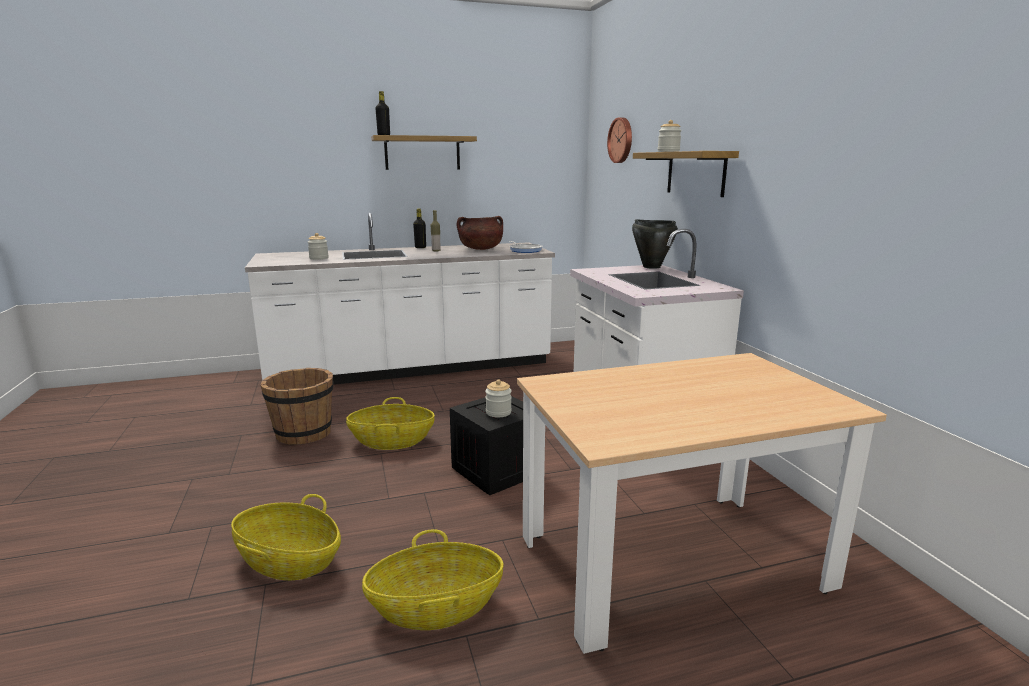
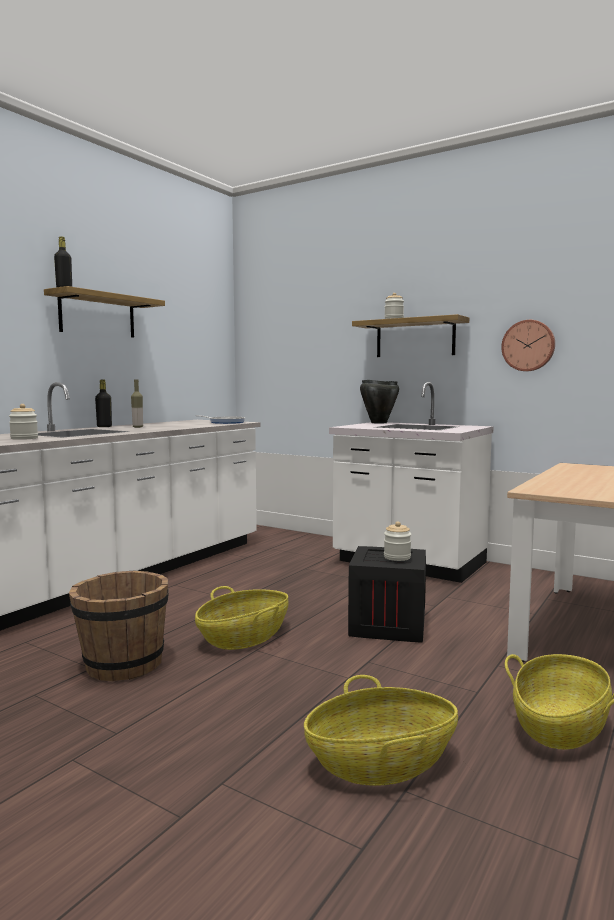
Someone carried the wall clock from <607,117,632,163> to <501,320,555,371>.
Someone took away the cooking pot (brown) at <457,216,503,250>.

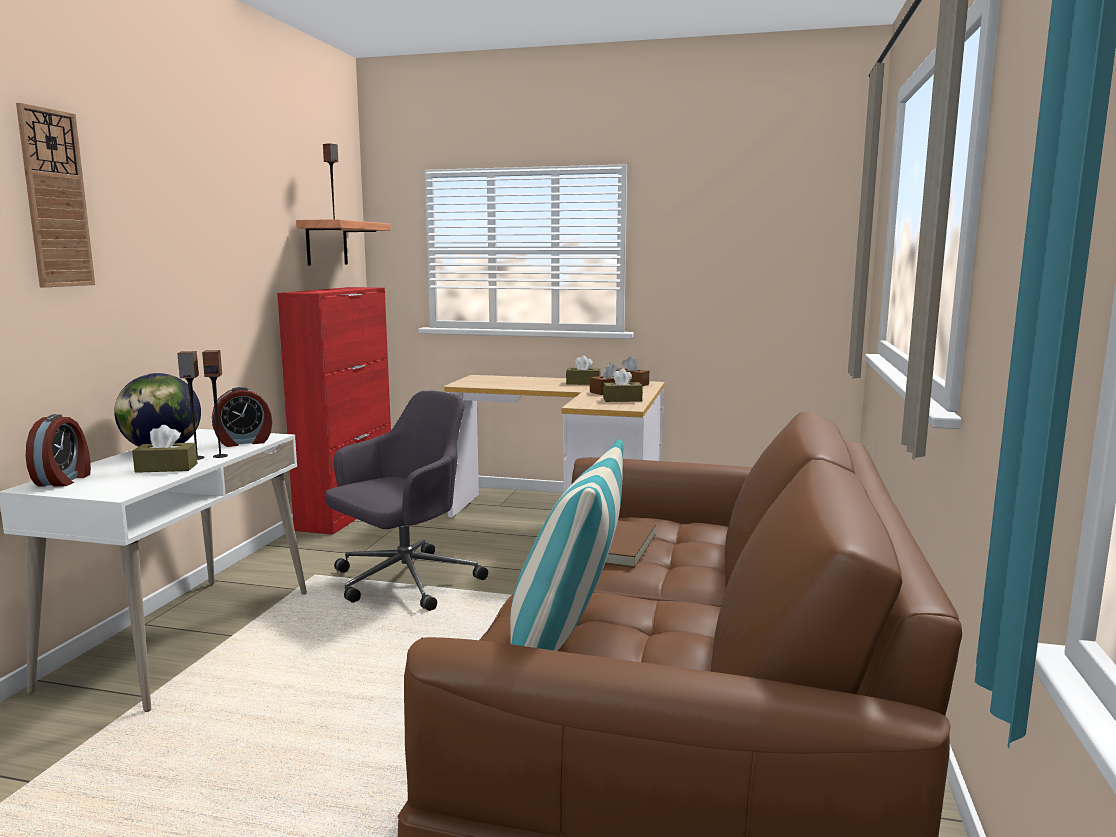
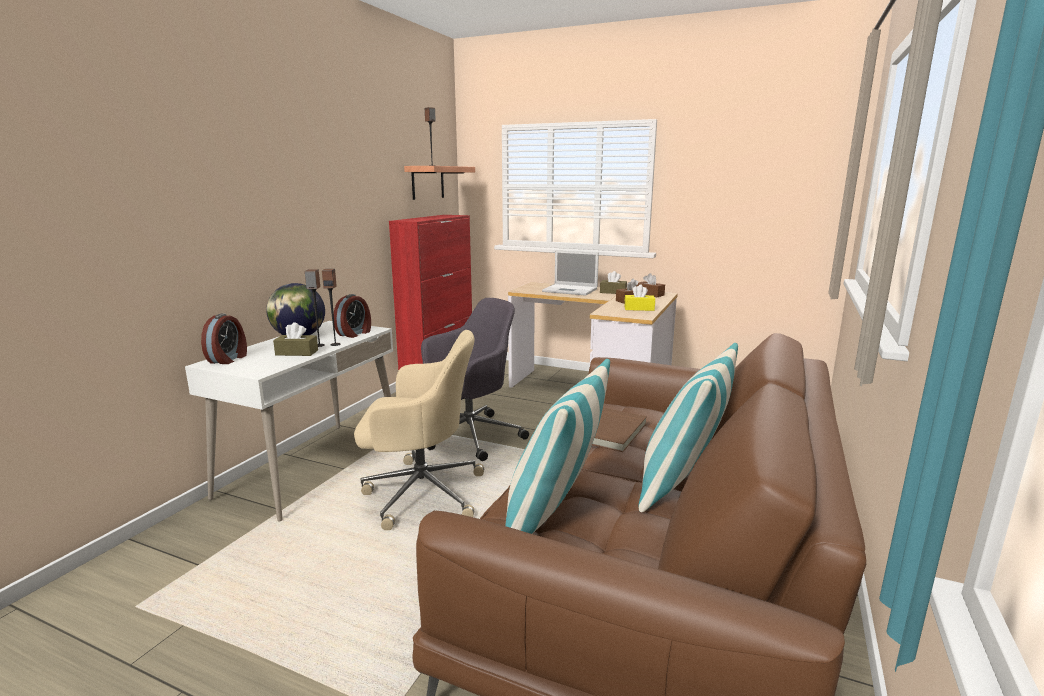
Someone took away the wall clock at <16,103,95,287>.
Someone repainted the tissue box (brown) at <603,368,643,402>, which became the tissue box (yellow) at <625,284,655,311>.
Someone rotated the alarm clock at <212,387,272,447> by 45 degrees counterclockwise.
Someone put down the laptop at <542,250,599,296>.
Someone put down the office chair (beige) at <354,330,484,530>.
Someone put down the pillow at <638,343,738,512>.

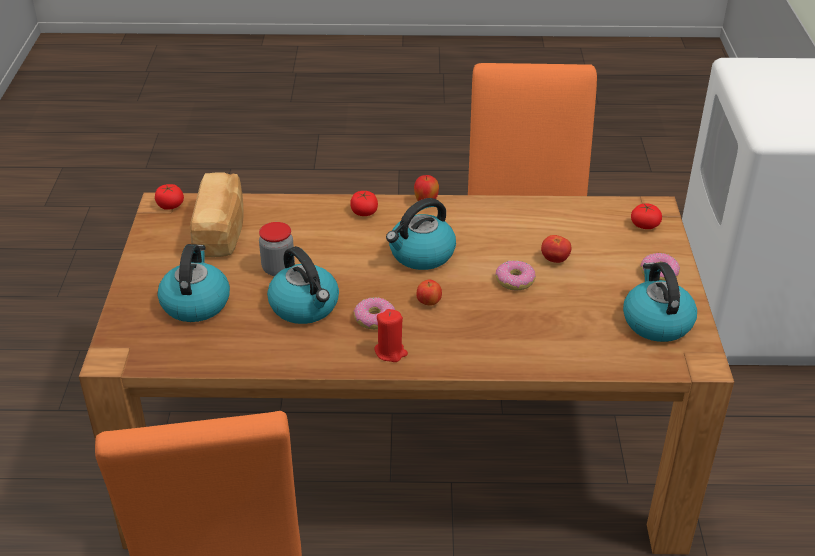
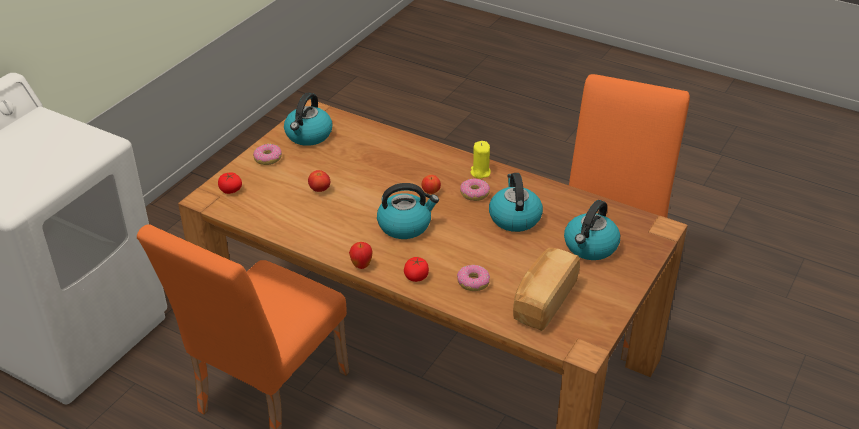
Someone took away the tomato at <155,184,184,210>.
Someone took away the jar at <259,222,295,276>.
Someone carried the donut from <495,261,536,290> to <457,265,490,291>.
Someone repainted the candle (red) at <374,309,408,362>, which became the candle (yellow) at <470,141,491,179>.

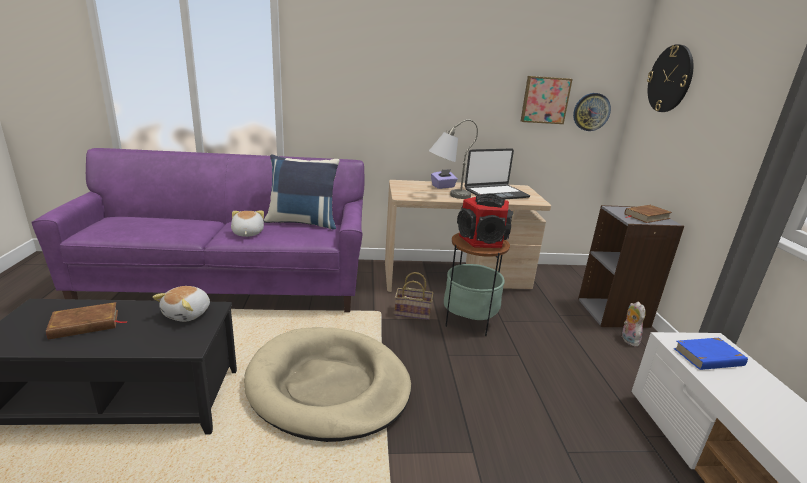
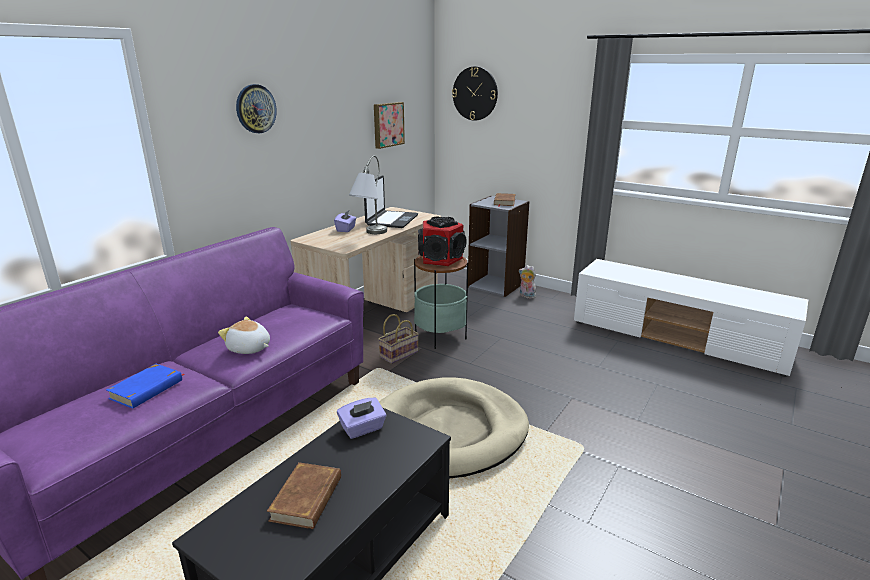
Someone carried the wall clock from <573,93,611,131> to <236,84,277,133>.
Someone took away the pillow (blue) at <264,154,340,230>.
Someone swapped the plush toy at <152,286,210,322> for the tissue box (purple) at <337,398,386,439>.
Someone carried the book (blue) from <674,338,748,370> to <106,364,185,409>.

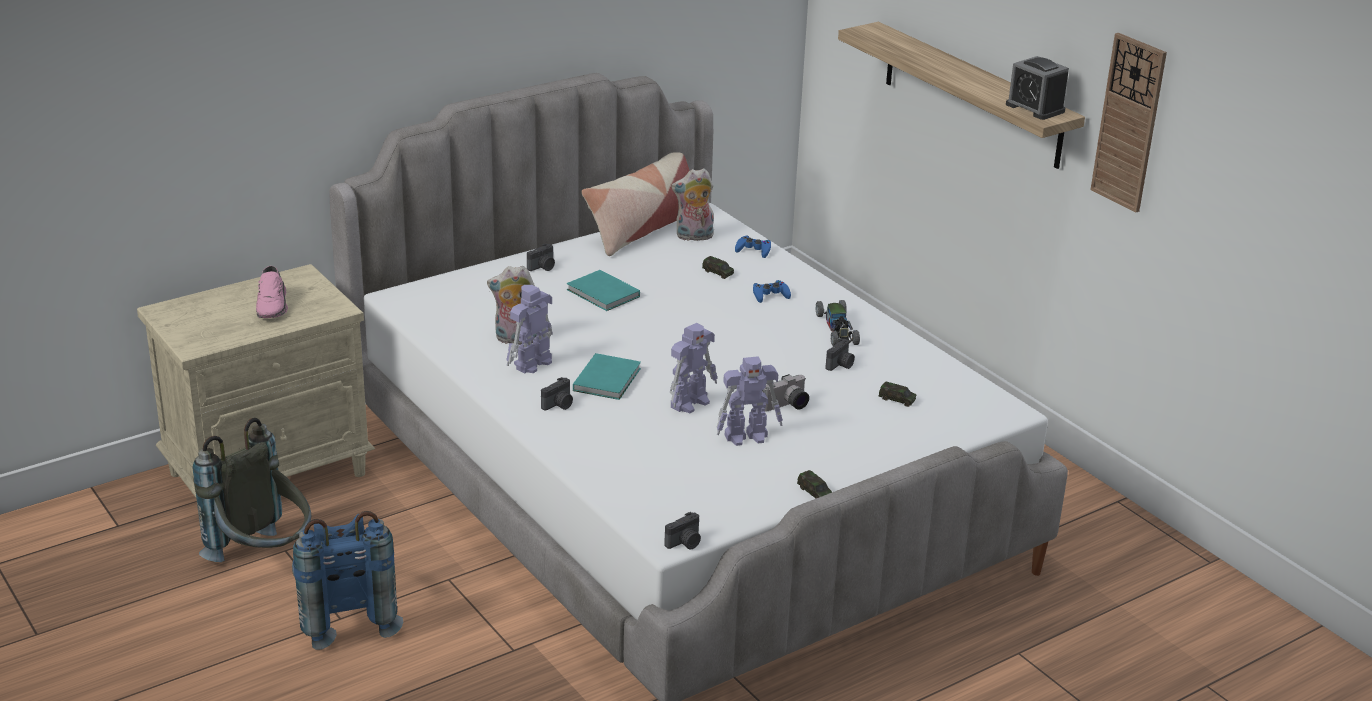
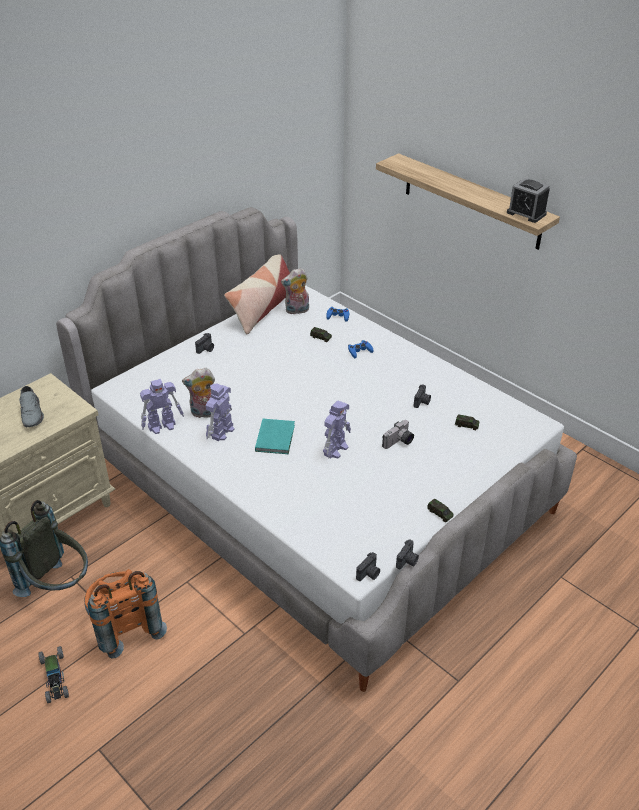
Someone took away the wall clock at <1090,33,1167,213>.
Someone repainted the shoe (pink) at <256,266,288,318>, which became the shoe (grey) at <19,386,44,427>.
Someone took away the book (turquoise) at <567,270,640,311>.
Someone carried the toy car from <815,300,860,346> to <38,646,69,703>.
Someone carried the toy robot from <717,356,783,446> to <140,379,184,434>.
Someone carried the photo camera from <541,377,573,411> to <396,540,419,569>.
Someone repainted the backpack (blue) at <292,511,404,650>, which became the backpack (orange) at <84,569,167,659>.

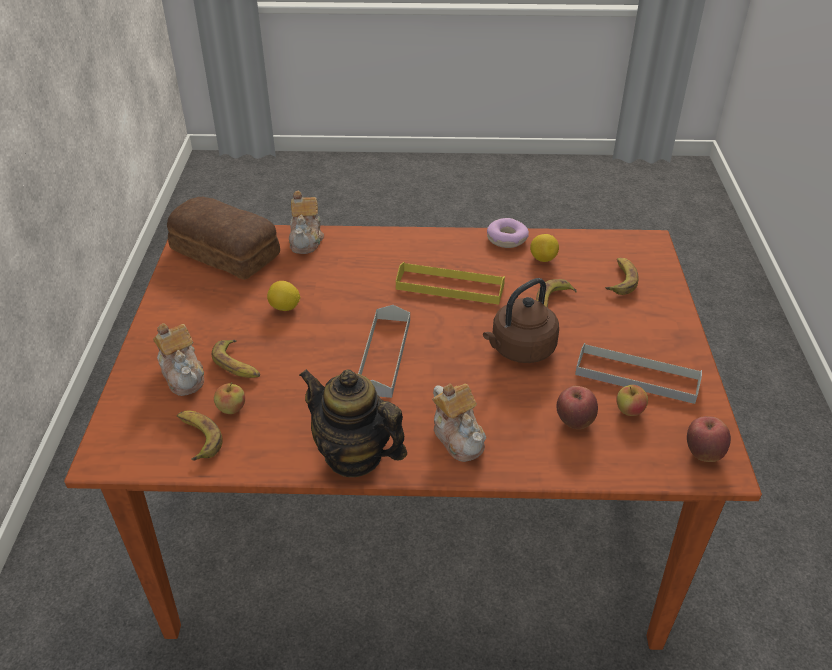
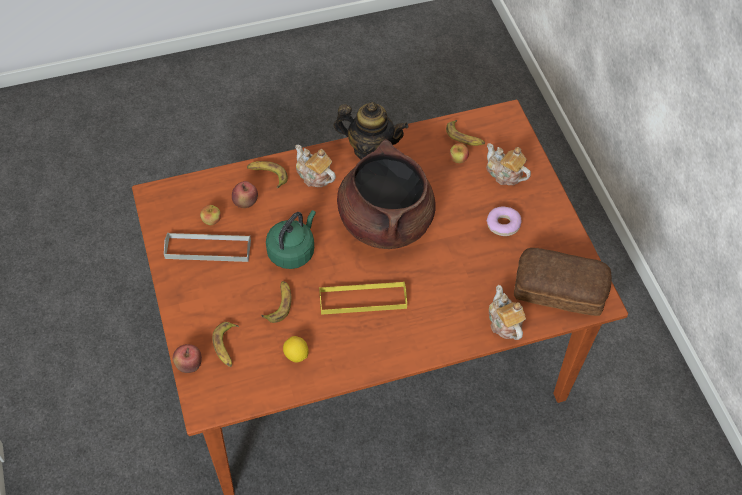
Someone carried the donut from <487,218,529,248> to <486,207,521,236>.
Someone repainted the kettle (brown) at <483,278,559,363>, which became the kettle (green) at <266,210,316,269>.
Someone took away the lemon at <267,281,301,311>.
Someone swapped the tray (grey) at <358,305,410,398> for the cooking pot (brown) at <337,139,436,249>.
Someone carried the banana from <212,340,260,378> to <247,161,288,188>.
Someone carried the apple from <687,416,731,462> to <173,344,202,373>.

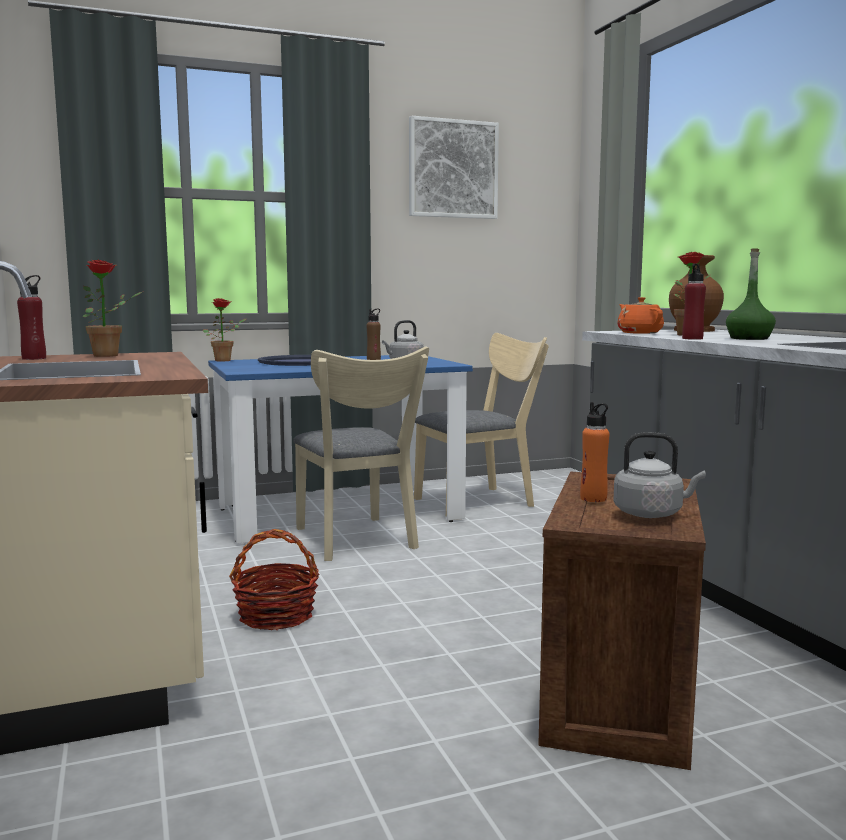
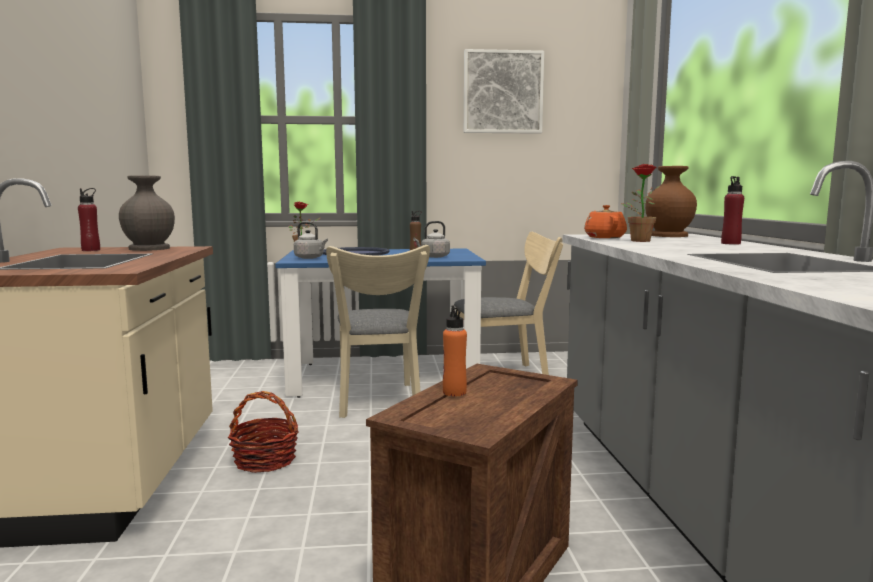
Someone took away the bottle (green) at <726,248,776,340>.
Someone swapped the potted plant at <82,260,142,357> for the vase (grey) at <119,175,175,251>.
Someone carried the bottle (red) from <682,264,706,340> to <721,176,744,245>.
Someone carried the kettle (grey) from <613,432,706,518> to <294,222,328,259>.

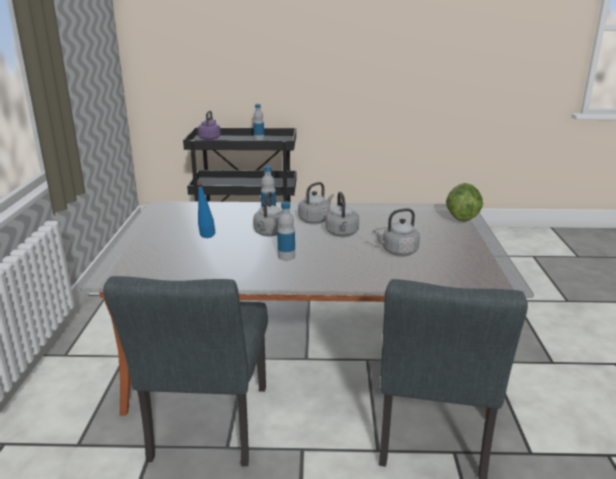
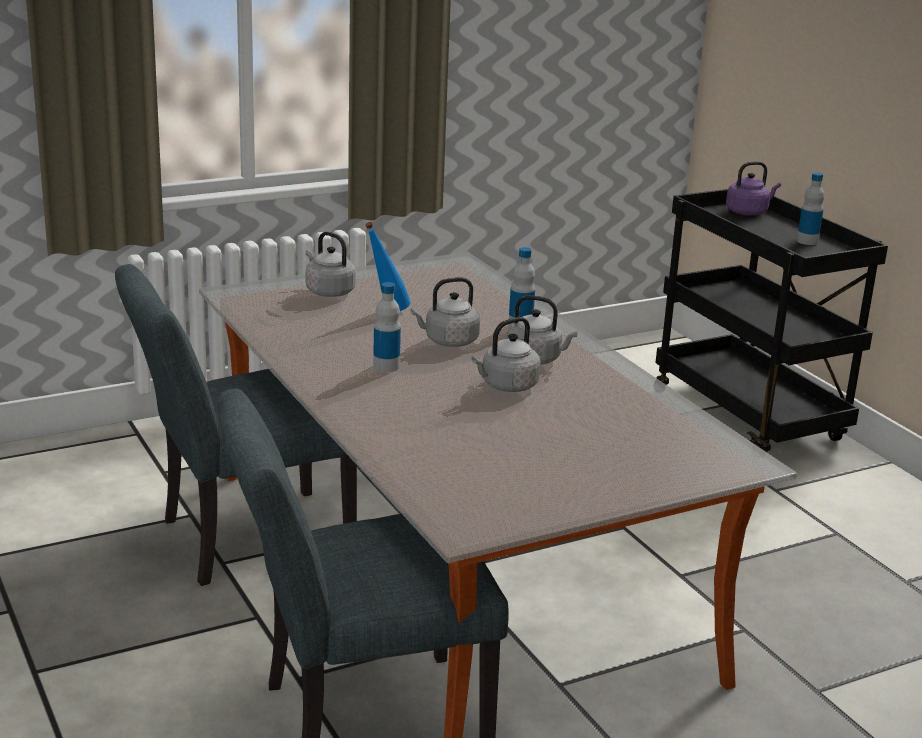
Someone took away the lettuce at <446,183,483,222>.
Someone carried the kettle (grey) from <374,208,420,256> to <306,232,356,297>.

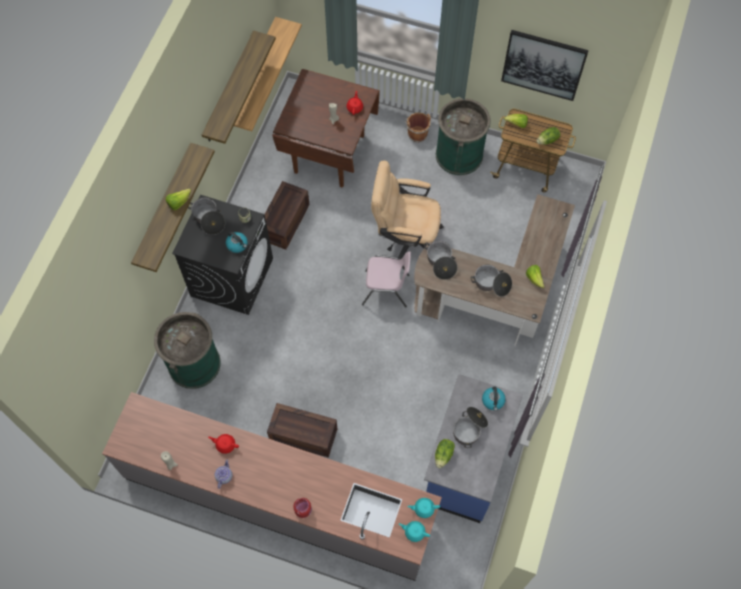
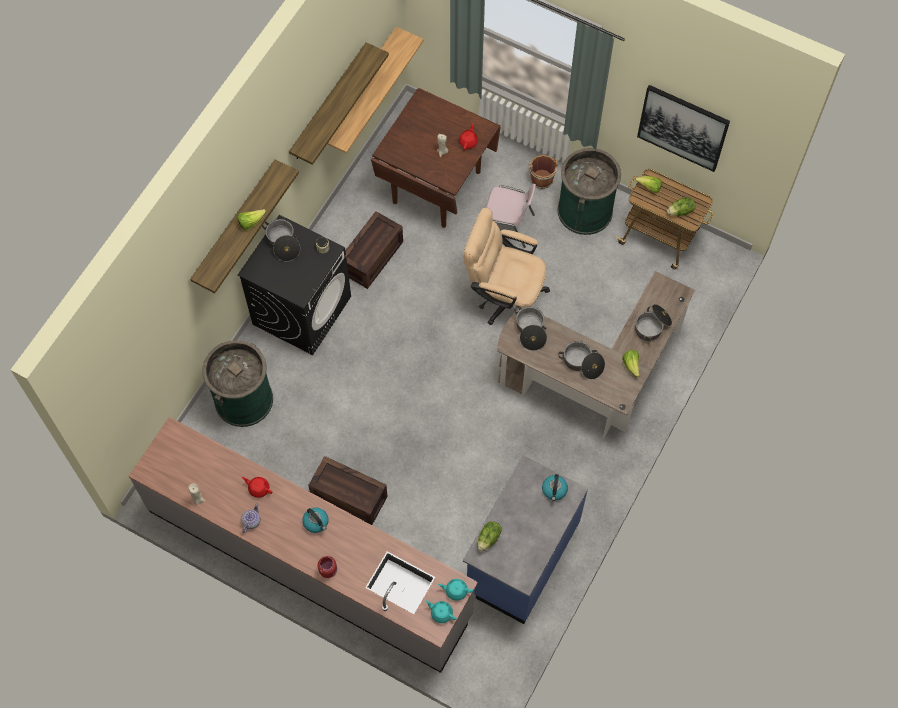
Someone carried the kettle from <226,232,248,253> to <302,507,328,533>.
Someone carried the chair (pink) from <362,251,411,307> to <486,184,536,248>.
Someone carried the cooking pot from <453,407,488,448> to <635,304,672,341>.

